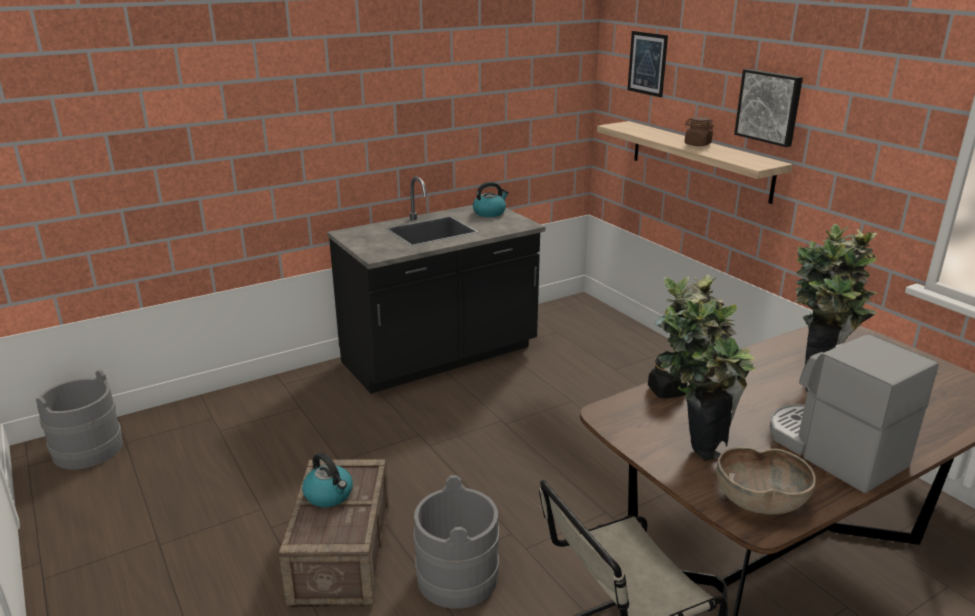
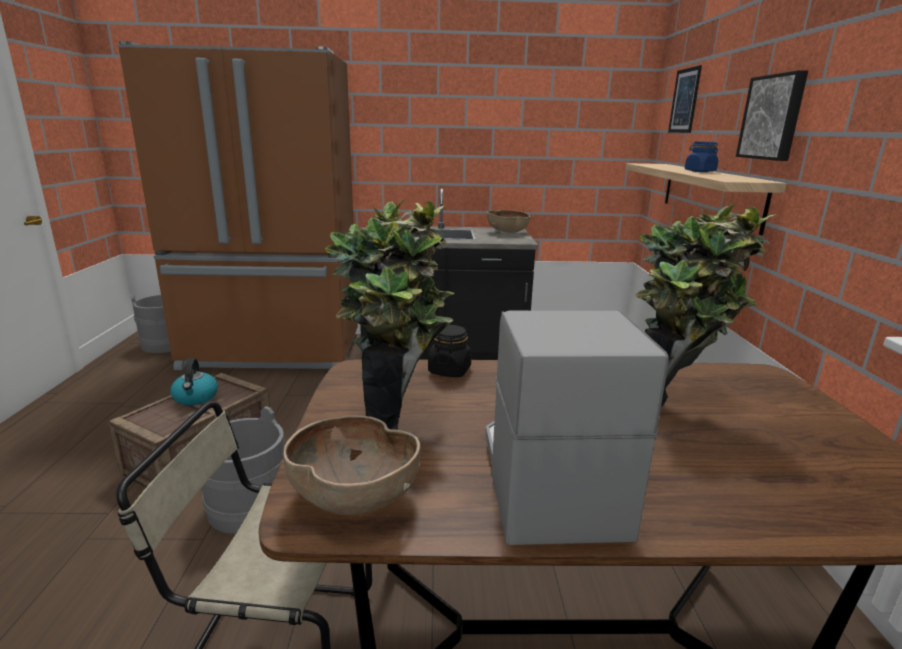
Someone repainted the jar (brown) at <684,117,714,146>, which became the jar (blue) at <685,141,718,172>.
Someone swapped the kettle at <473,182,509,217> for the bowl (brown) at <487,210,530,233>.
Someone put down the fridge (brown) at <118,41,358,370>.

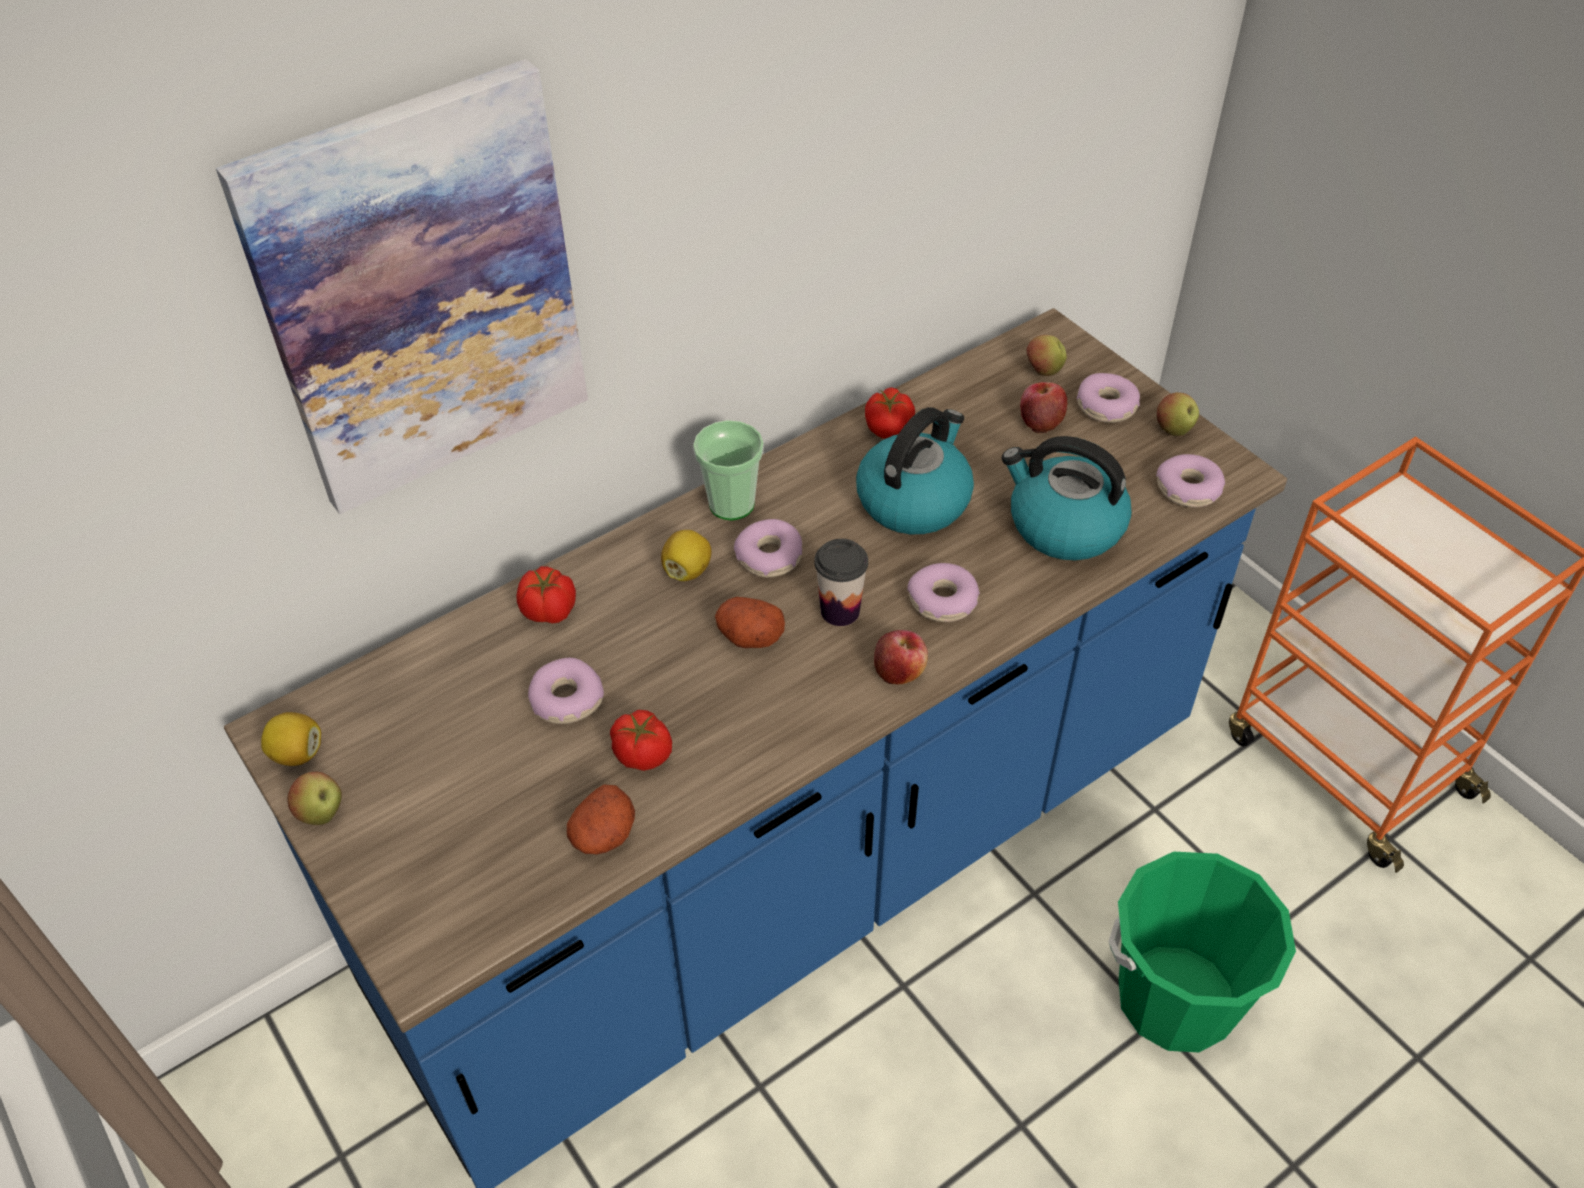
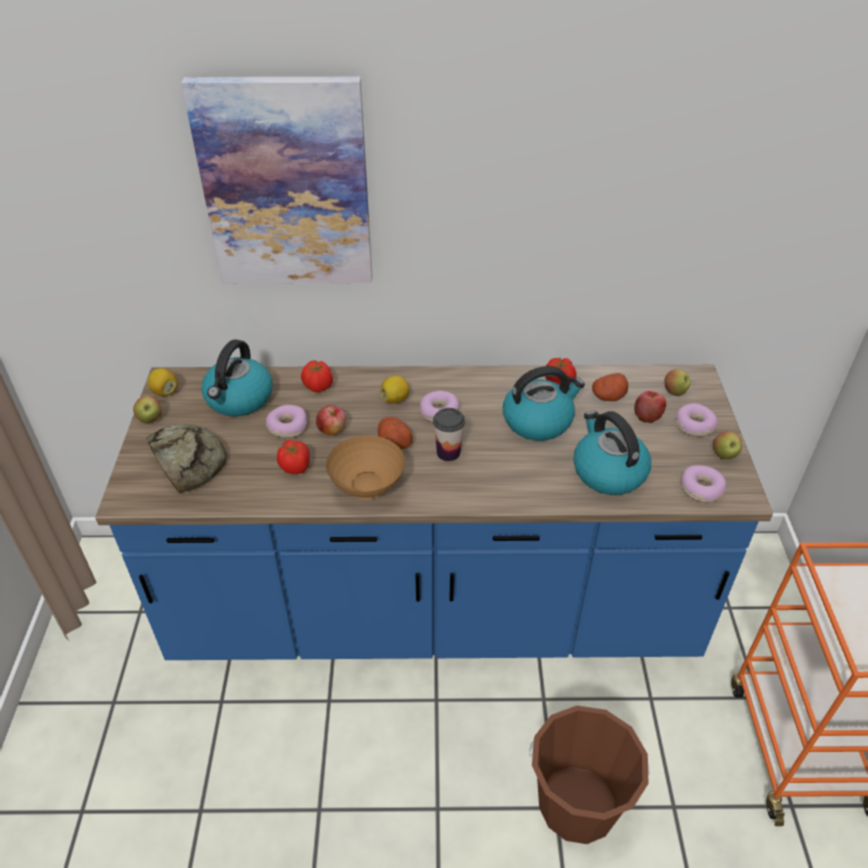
Someone took away the cup at <693,420,764,520>.
Someone took away the donut at <907,563,980,622>.
Someone carried the apple from <874,630,928,685> to <316,405,346,435>.
Someone carried the potato from <567,785,635,855> to <592,373,628,401>.
Someone repainted the bucket (green) at <1108,852,1296,1052>, which became the bucket (brown) at <530,706,650,844>.
Someone put down the kettle at <201,340,273,417>.
Someone put down the bread at <146,424,227,493>.
Someone put down the bowl (brown) at <326,435,405,500>.

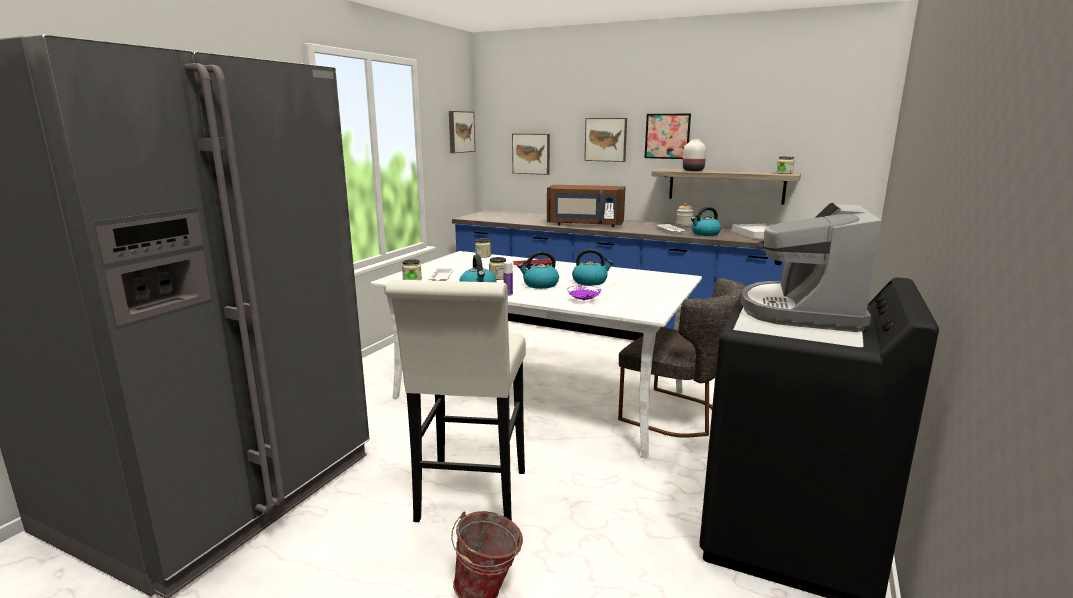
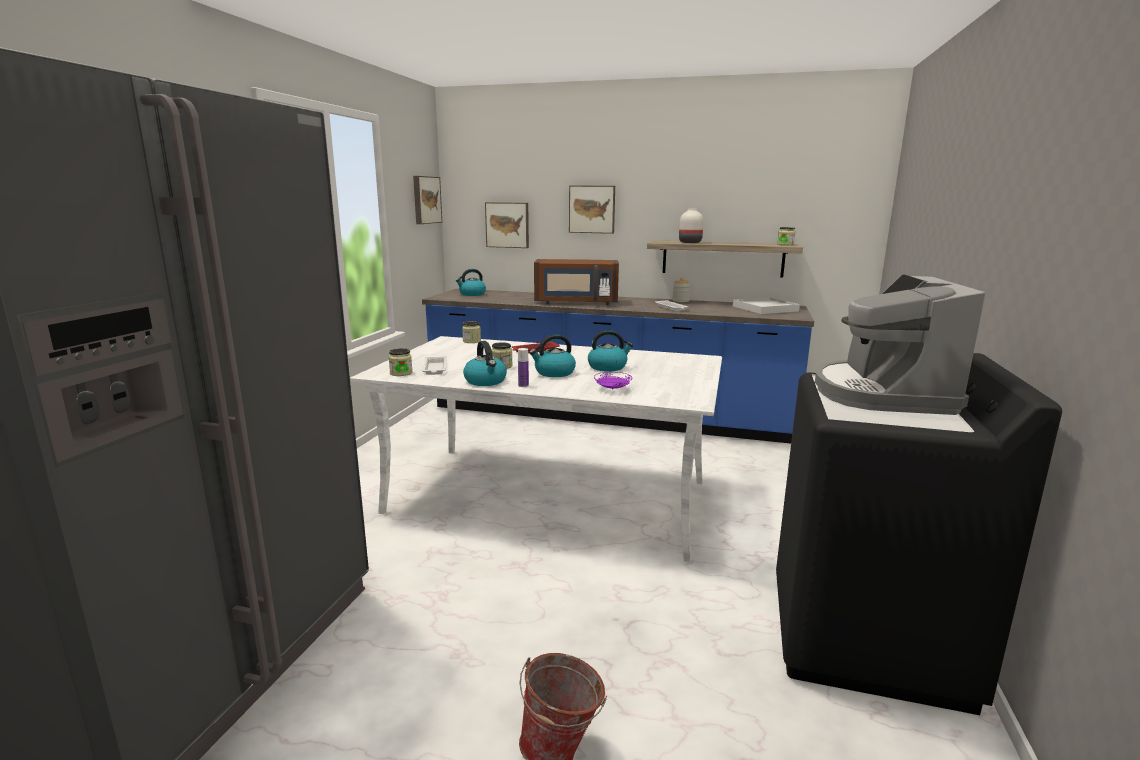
Someone took away the picture at <644,114,691,159>.
Someone carried the kettle from <691,207,721,236> to <456,269,486,296>.
Someone took away the chair (grey) at <618,278,746,438>.
Someone took away the stool (white) at <385,279,526,522>.

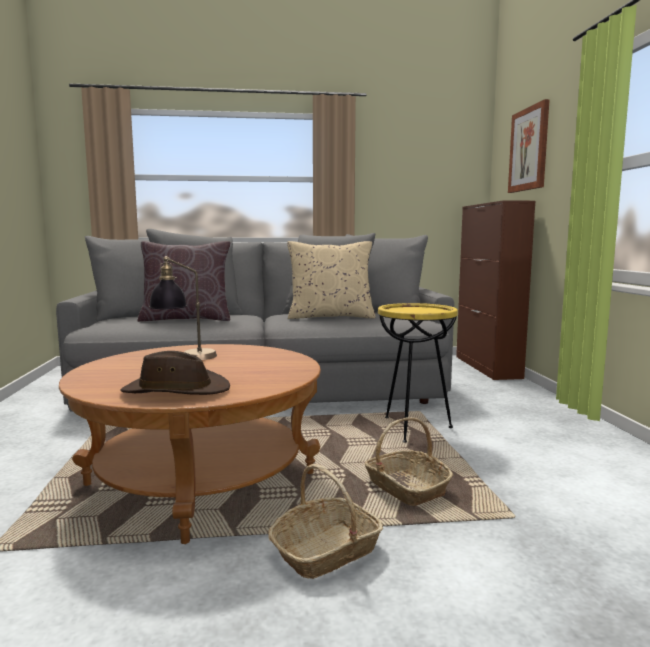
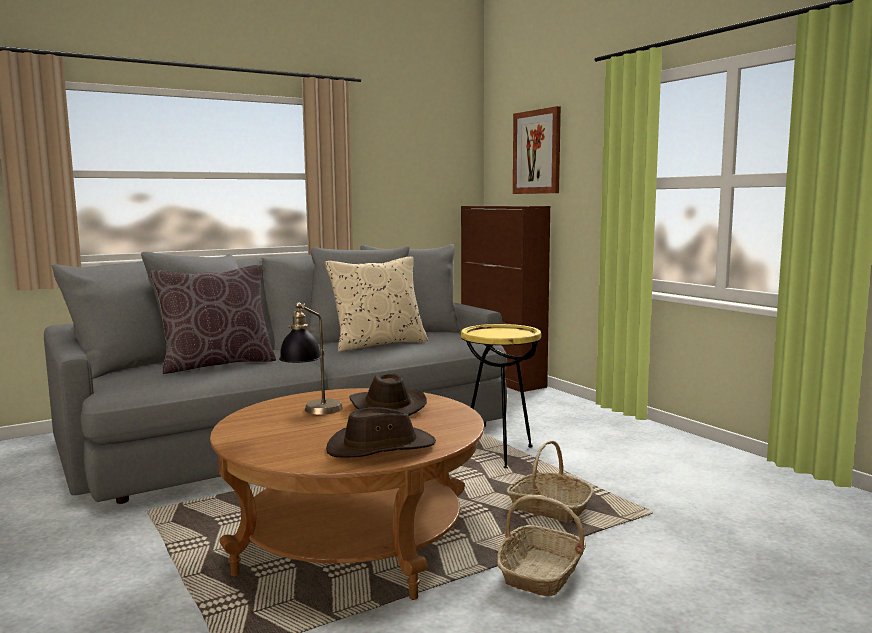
Someone put down the hat (brown) at <350,374,427,416>.

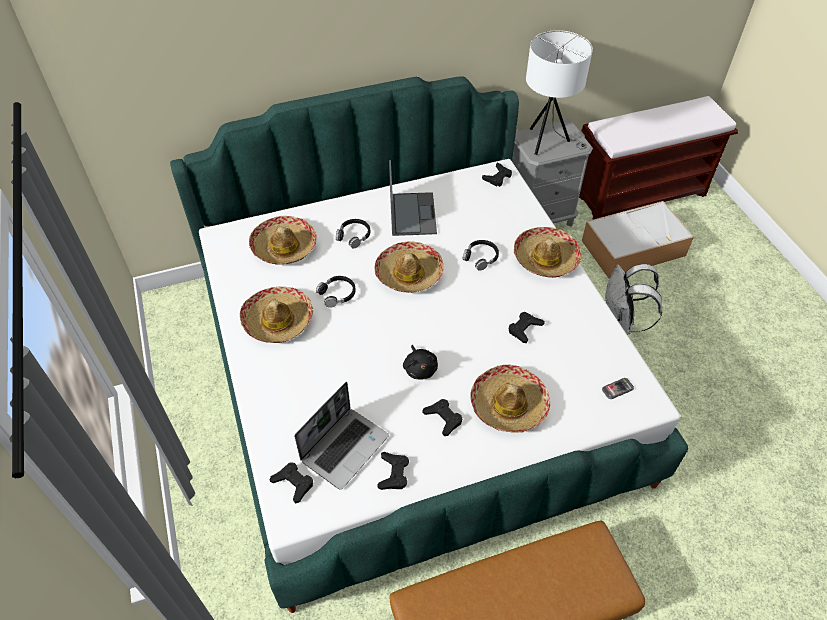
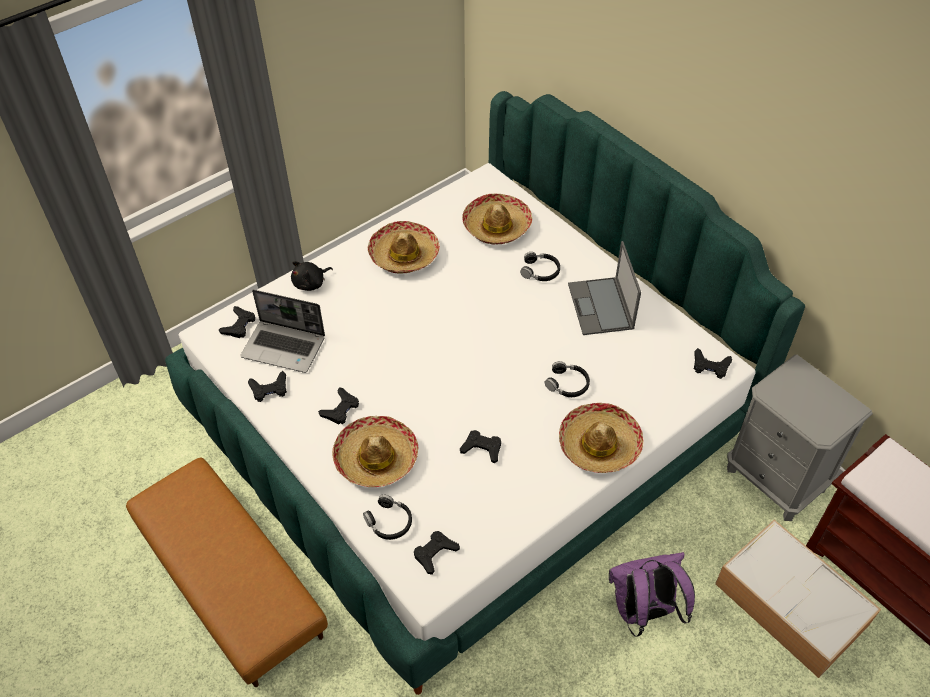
Someone took away the table lamp (white) at <526,30,593,155>.
Someone rotated the laptop at <389,160,437,236> by 105 degrees clockwise.
Someone took away the hat at <374,241,443,293>.
Someone repainted the backpack (white) at <605,264,662,335>, which became the backpack (purple) at <609,552,695,636>.
Someone carried the headphones (black) from <316,276,356,308> to <363,494,412,540>.
Someone carried the plush toy (black) from <403,345,438,380> to <291,261,333,291>.
Someone swapped the phone at <602,378,634,399> for the game controller (black) at <414,531,460,575>.

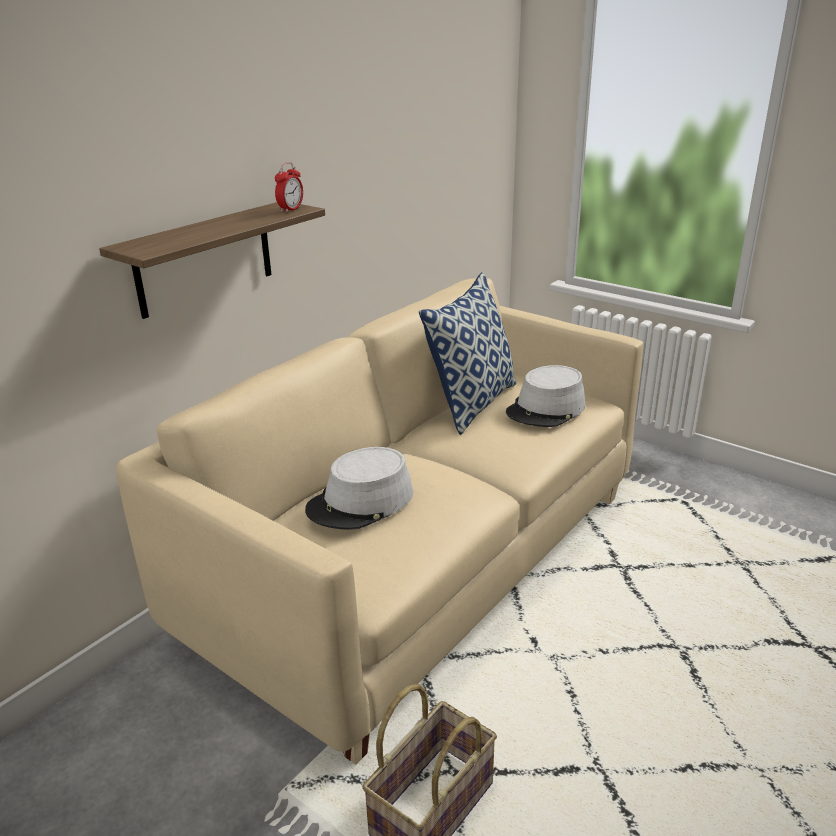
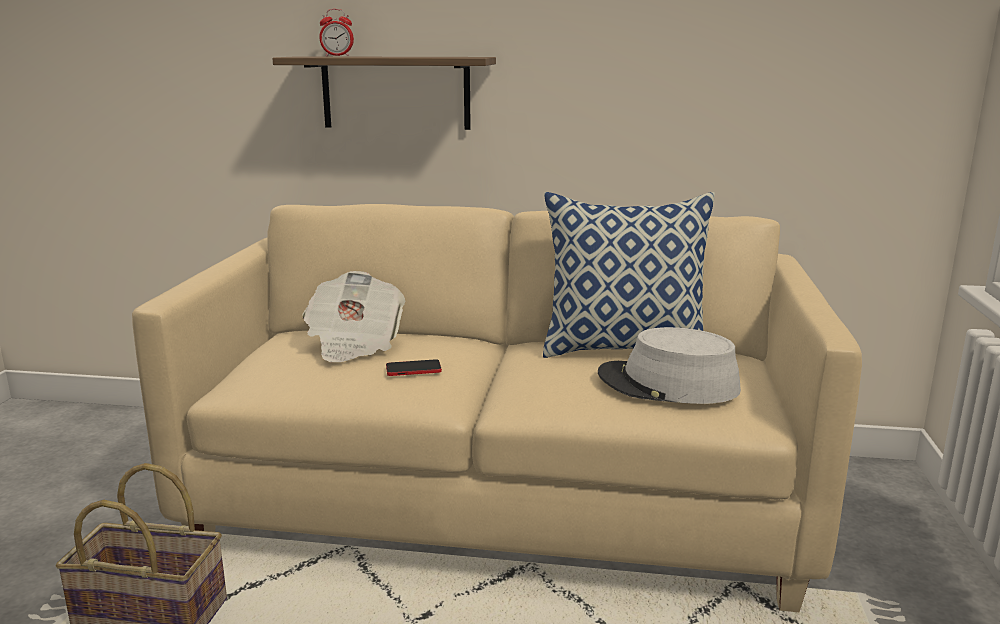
Someone carried the alarm clock from <275,162,303,213> to <319,9,354,56>.
Someone swapped the hat (grey) at <305,447,413,530> for the newspaper at <303,271,406,362>.
Someone put down the phone at <386,360,442,376>.

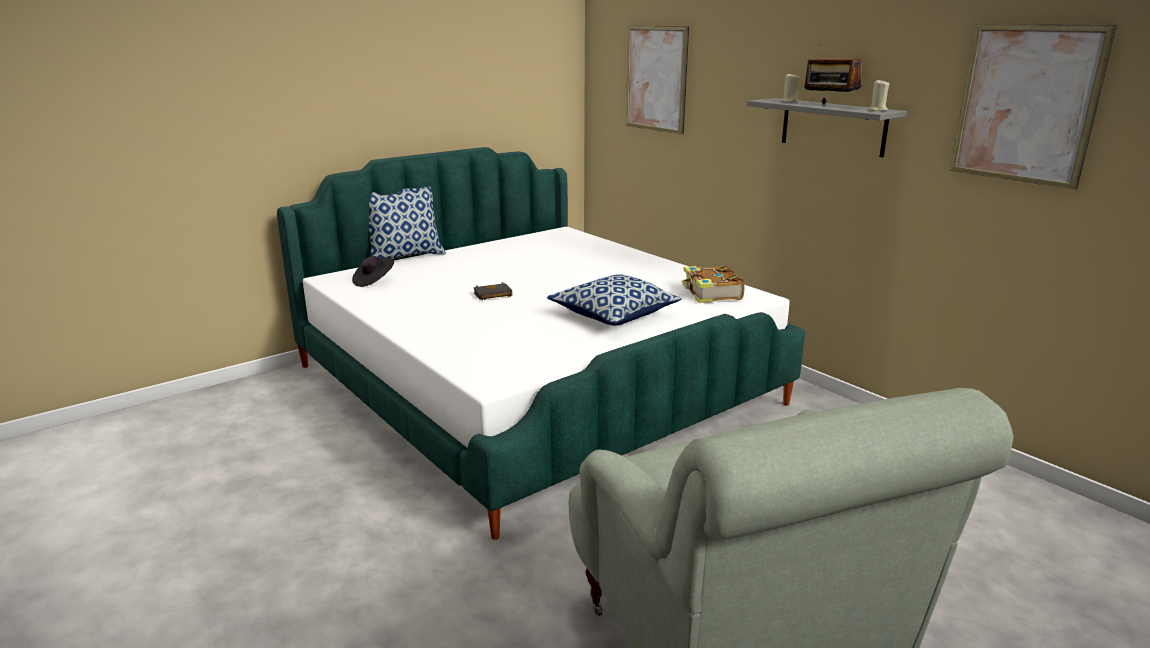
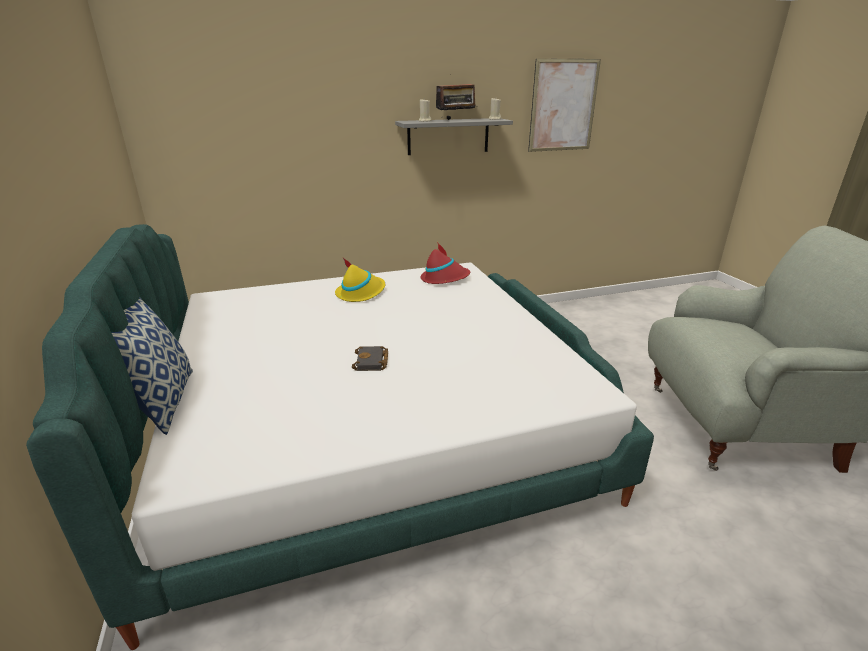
Someone took away the picture at <626,25,689,135>.
Someone took away the hat (black) at <352,256,394,287>.
Someone swapped the book at <681,266,745,303> for the hat (red) at <421,242,470,284>.
Someone took away the pillow at <547,274,682,326>.
Someone put down the hat (yellow) at <335,258,385,302>.

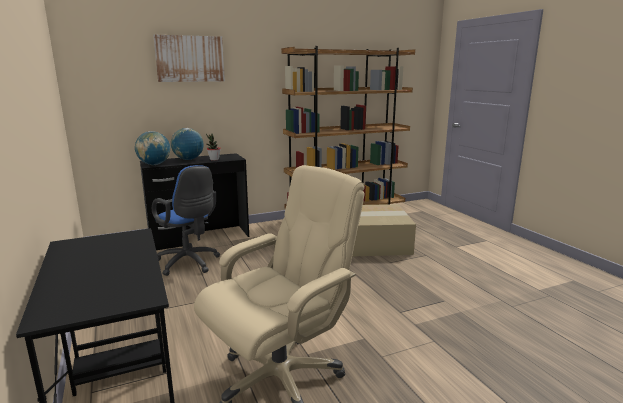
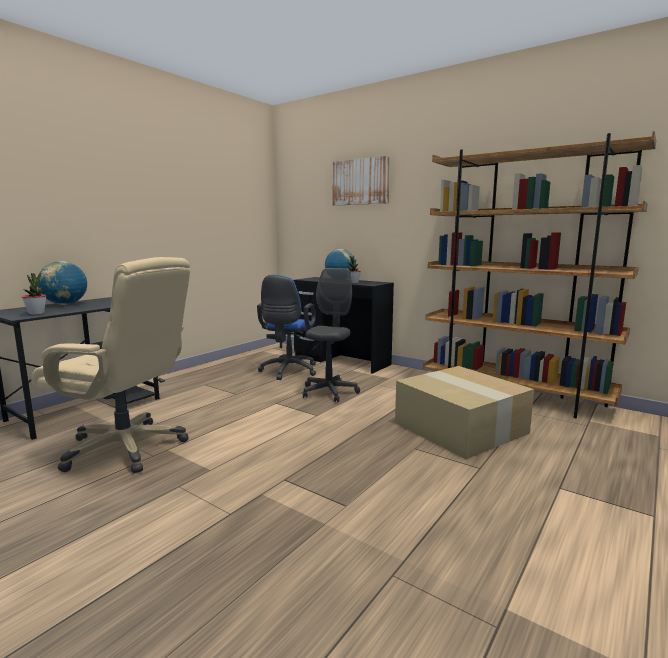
Someone carried the globe from <135,131,170,165> to <38,261,87,305>.
Someone put down the office chair (grey) at <303,268,360,402>.
Someone put down the potted plant at <22,272,47,315>.

